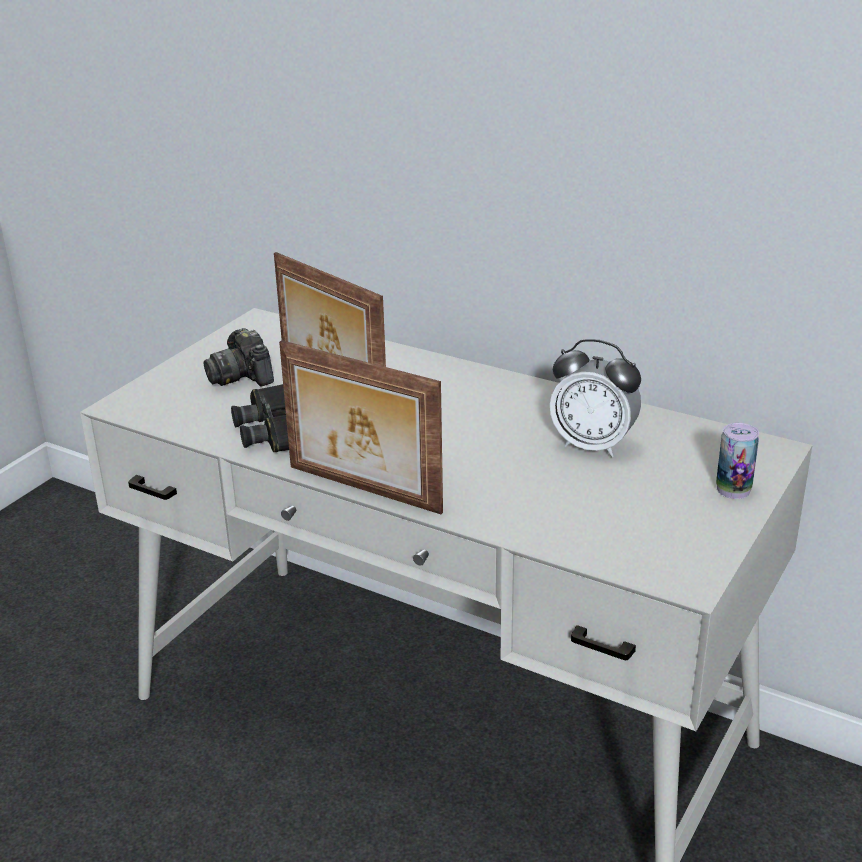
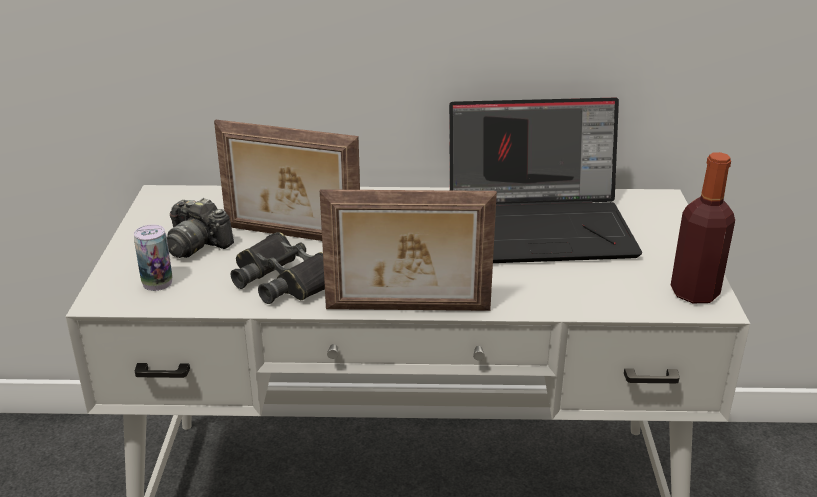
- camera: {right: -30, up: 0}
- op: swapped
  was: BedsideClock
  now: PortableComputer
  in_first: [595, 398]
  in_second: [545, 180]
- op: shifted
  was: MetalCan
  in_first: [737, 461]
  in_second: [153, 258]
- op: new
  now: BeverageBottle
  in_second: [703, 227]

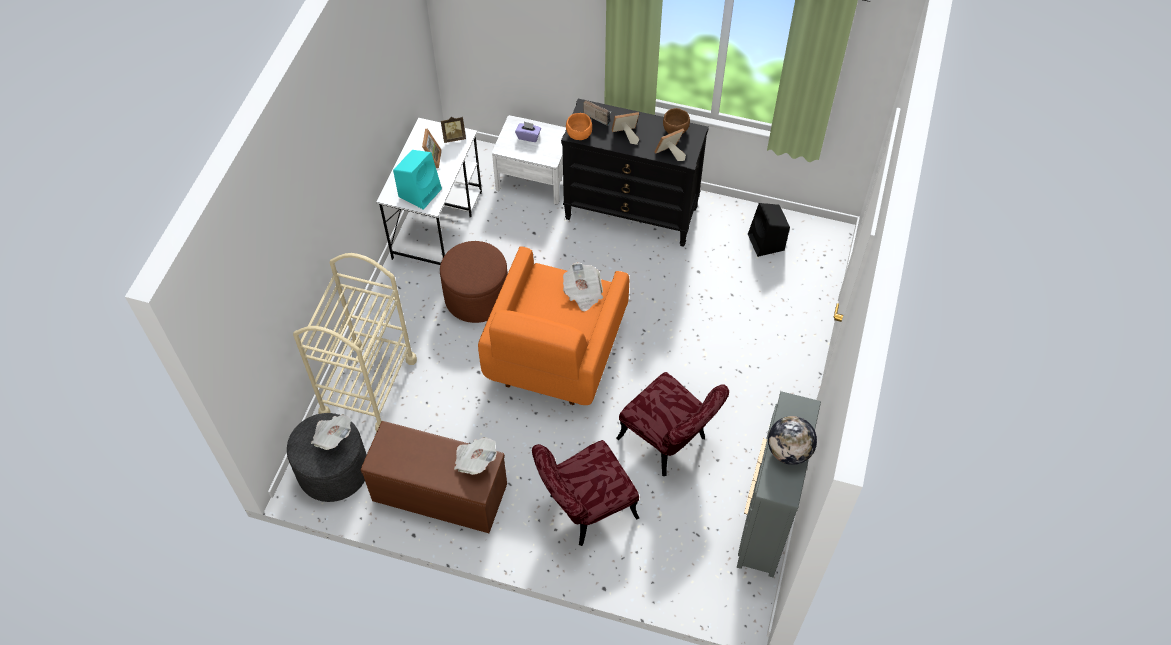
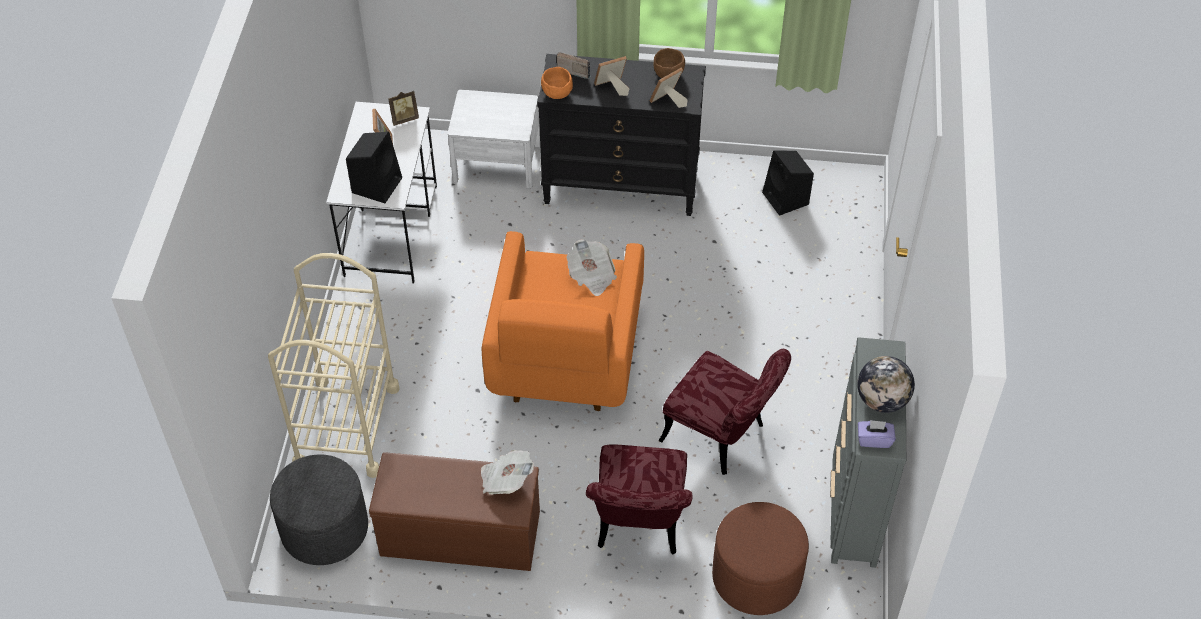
- camera: {right: -10, up: -5}
- op: gone
  was: Newspaper
  in_first: [331, 432]
- op: repainted
  was: BlueGreenLoudspeaker
  now: BlackishLoudspeaker
  in_first: [417, 180]
  in_second: [374, 167]
- op: shifted
  was: BrownOttoman
  in_first: [474, 282]
  in_second: [760, 558]
- op: shifted
  was: PurpleTissueHolder
  in_first: [528, 132]
  in_second: [877, 434]
- op: rotated
  was: RedColouredPlainChair
  in_first: [585, 493]
  in_second: [639, 499]
  clockwise: -45

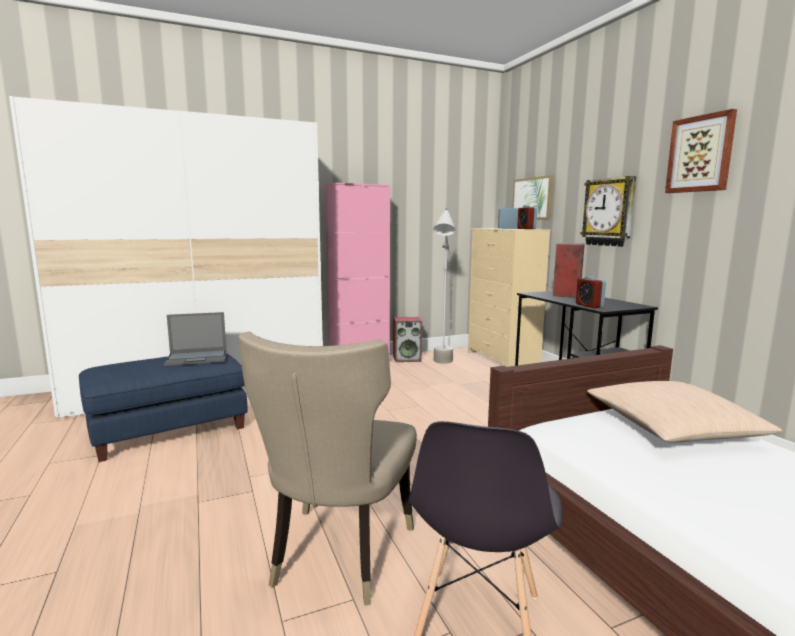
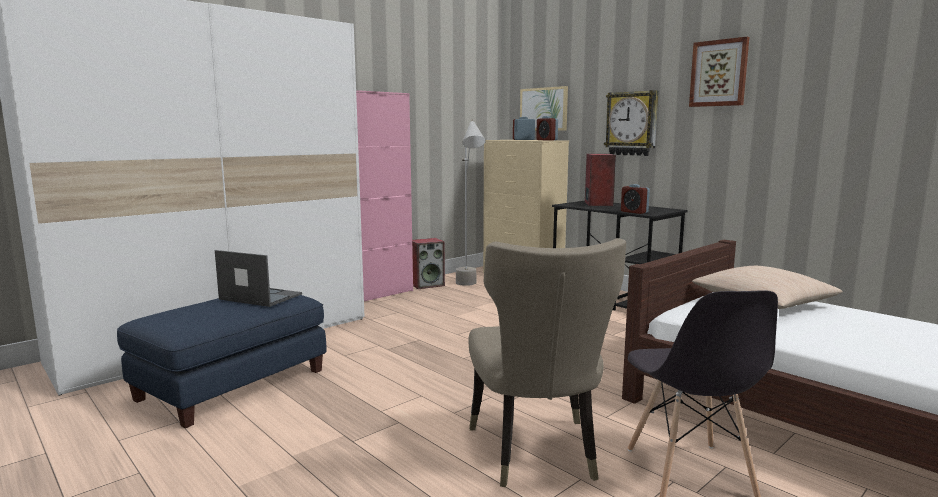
- camera: {right: -20, up: 0}
- op: rotated
  was: PortableComputer
  in_first: [195, 339]
  in_second: [258, 278]
  clockwise: -120

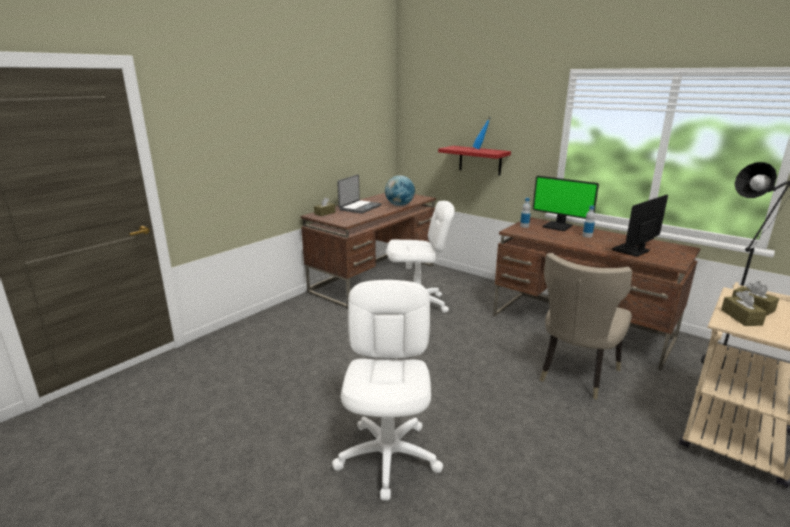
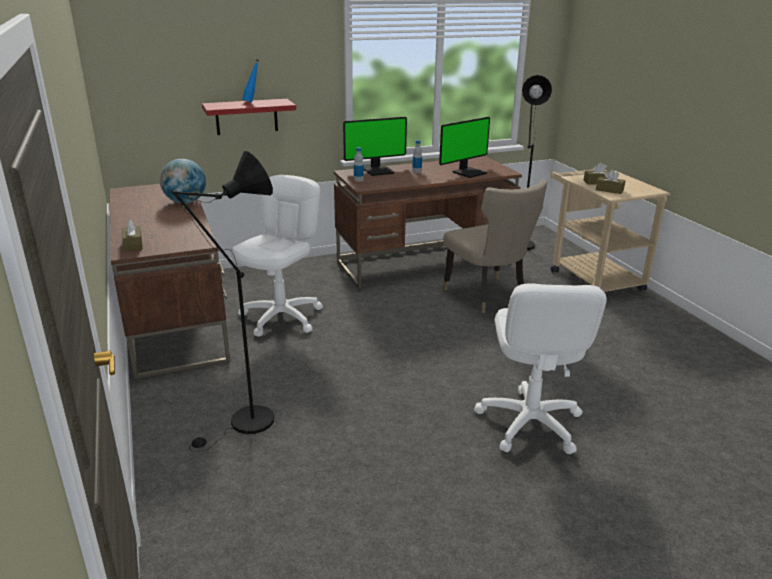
- camera: {right: -60, up: 5}
- op: rotated
  was: WhiteOfficeChair
  in_first: [387, 390]
  in_second: [540, 368]
  clockwise: -120
- op: gone
  was: PortableComputer
  in_first: [359, 194]
- op: rotated
  was: ComputerDisplay
  in_first: [640, 226]
  in_second: [464, 147]
  clockwise: -120
- op: new
  now: BlackishStandingLamp
  in_second: [222, 301]

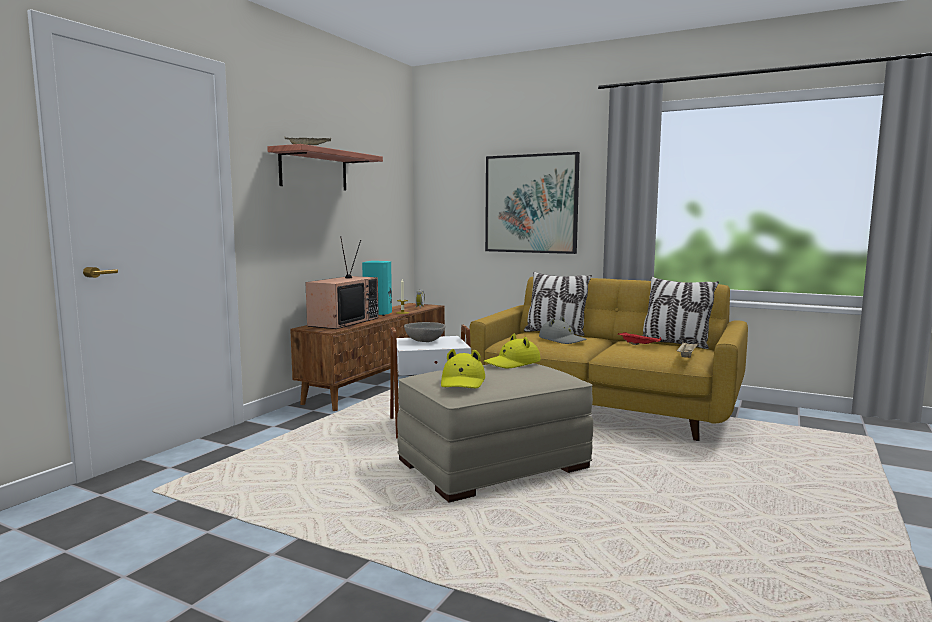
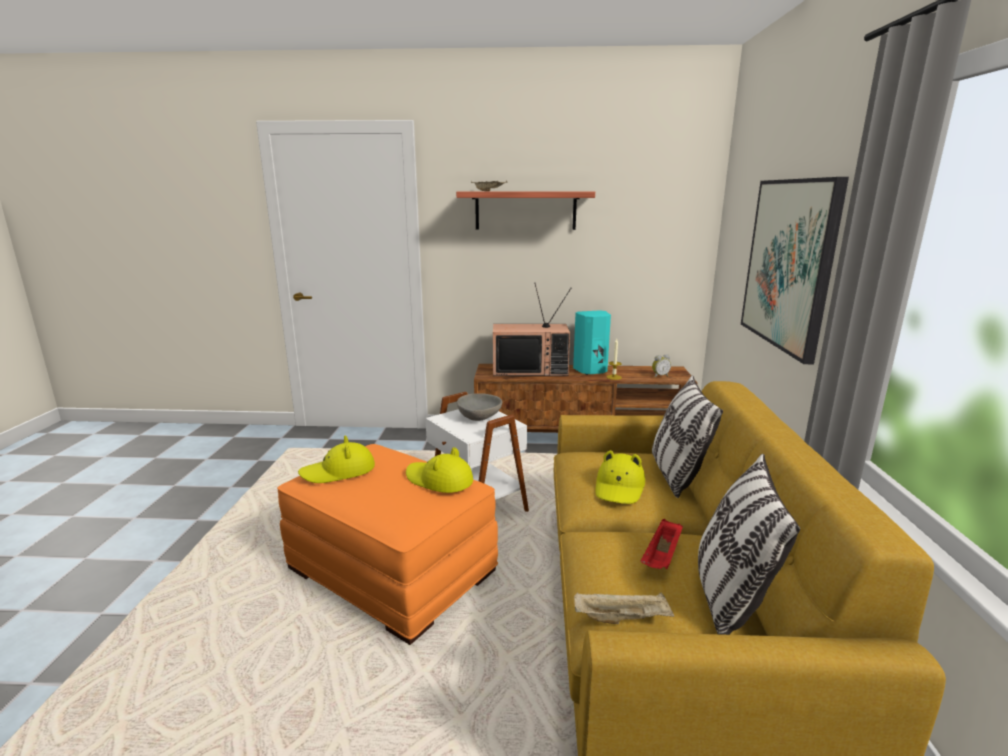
- camera: {right: 65, up: 10}
- op: repainted
  was: SandColouredOttoman
  now: OrangeyOttoman
  in_first: [495, 433]
  in_second: [387, 544]
- op: repainted
  was: GrayHat
  now: YellowHat
  in_first: [563, 330]
  in_second: [620, 477]

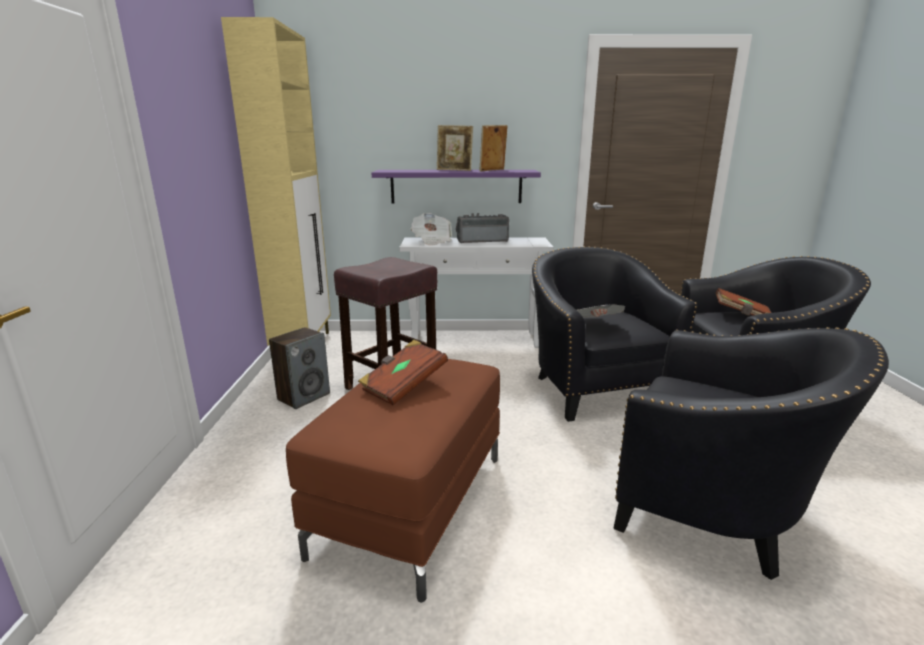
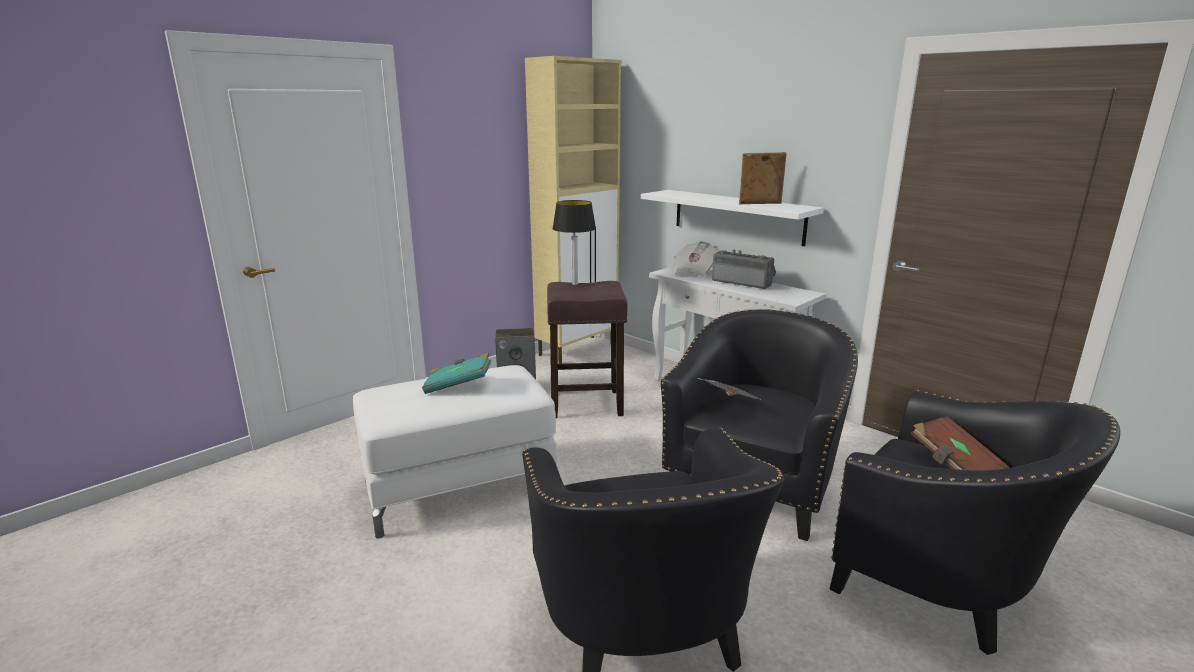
- camera: {right: 45, up: 0}
- op: repainted
  was: BrownOttoman
  now: WhiteOttoman
  in_first: [393, 480]
  in_second: [455, 452]
- op: repainted
  was: BrownBoundBook
  now: BlueGreenBoundBook
  in_first: [403, 373]
  in_second: [456, 373]
- op: repainted
  was: PurpleShelf
  now: WhiteShelf
  in_first: [456, 186]
  in_second: [732, 218]
- op: gone
  was: PictureFrame
  in_first: [455, 148]
- op: new
  now: TableLamp
  in_second: [574, 242]

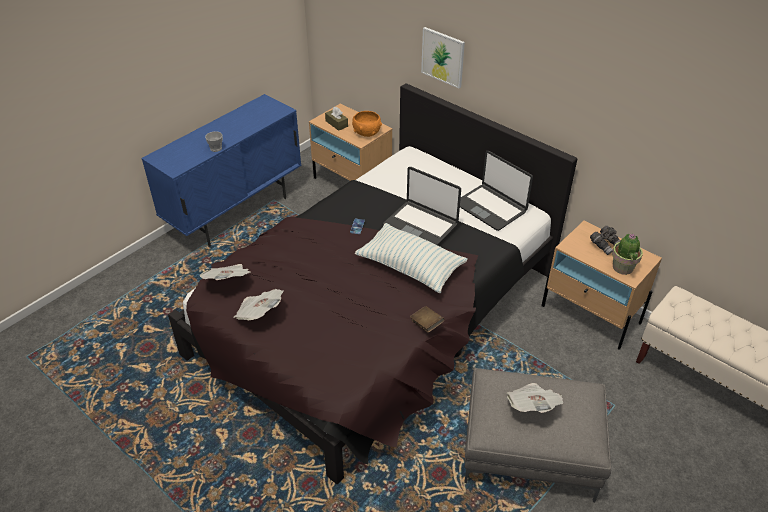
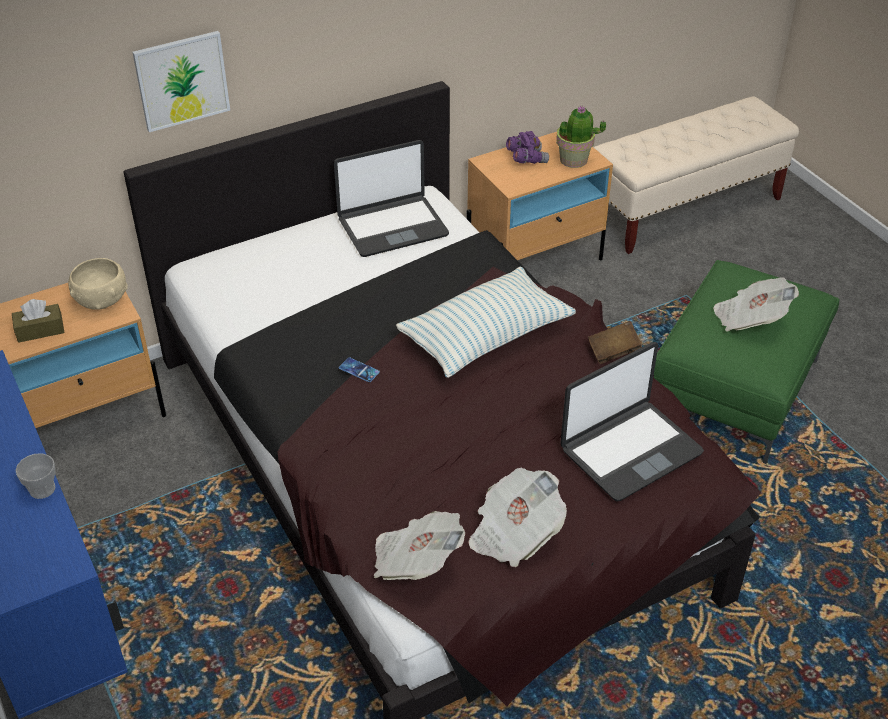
- camera: {right: -70, up: 0}
- op: repainted
  was: OrangeyBowl
  now: SandColouredBowl
  in_first: [367, 124]
  in_second: [98, 284]
- op: shifted
  was: PortableComputer
  in_first: [422, 206]
  in_second: [632, 422]
- op: repainted
  was: GrayOttoman
  now: GreenOttoman
  in_first: [537, 435]
  in_second: [746, 362]
- op: repainted
  was: GrayFieldGlasses
  now: PurpleFieldGlasses
  in_first: [605, 240]
  in_second: [527, 147]

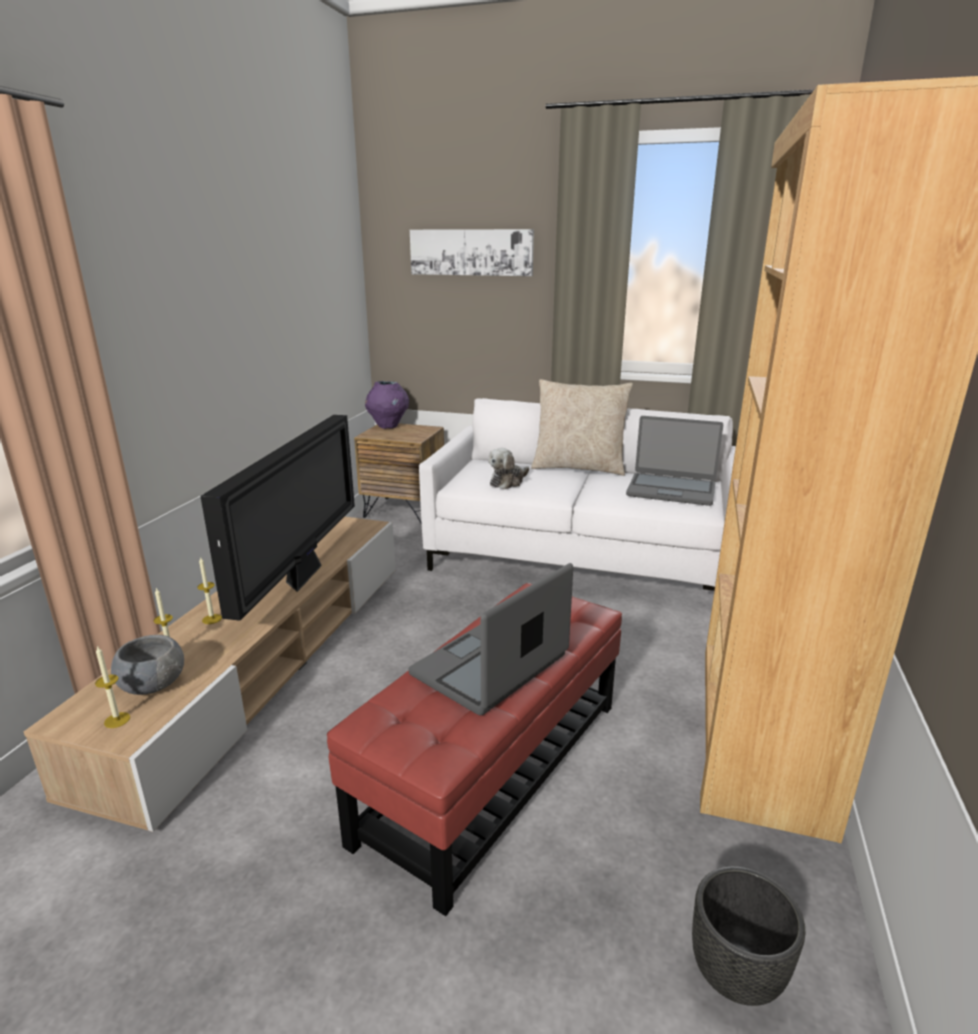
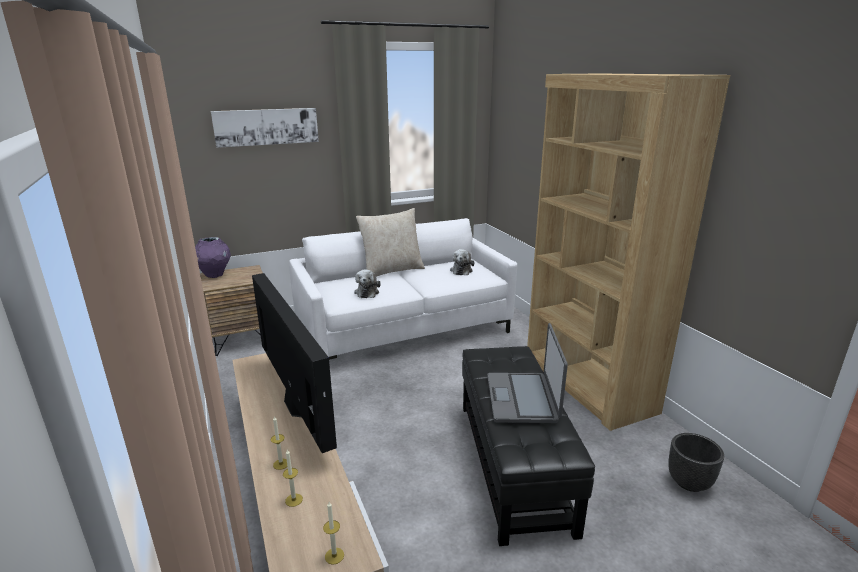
- camera: {right: -40, up: 0}
- op: gone
  was: GrayBowl
  in_first: [147, 665]
- op: repainted
  was: RedColouredOttoman
  now: BlackishOttoman
  in_first: [474, 749]
  in_second: [528, 446]
- op: swapped
  was: PortableComputer
  now: SoftToy
  in_first: [674, 461]
  in_second: [462, 262]

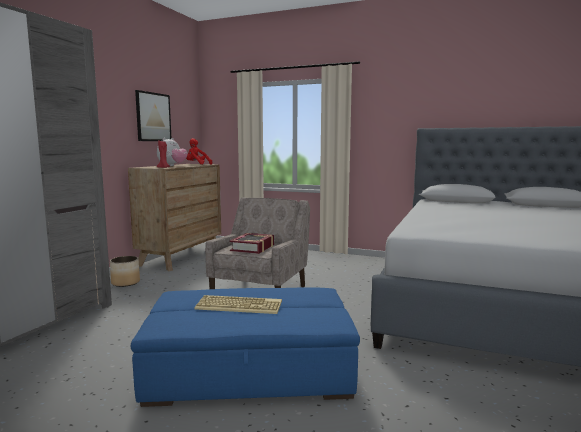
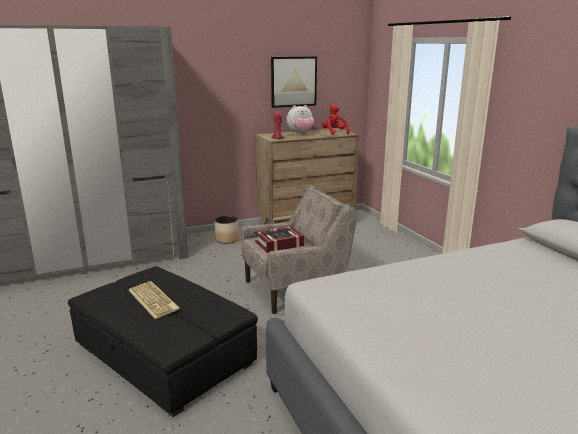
- camera: {right: 45, up: 10}
- op: repainted
  was: BluishOttoman
  now: BlackishOttoman
  in_first: [245, 347]
  in_second: [163, 341]

